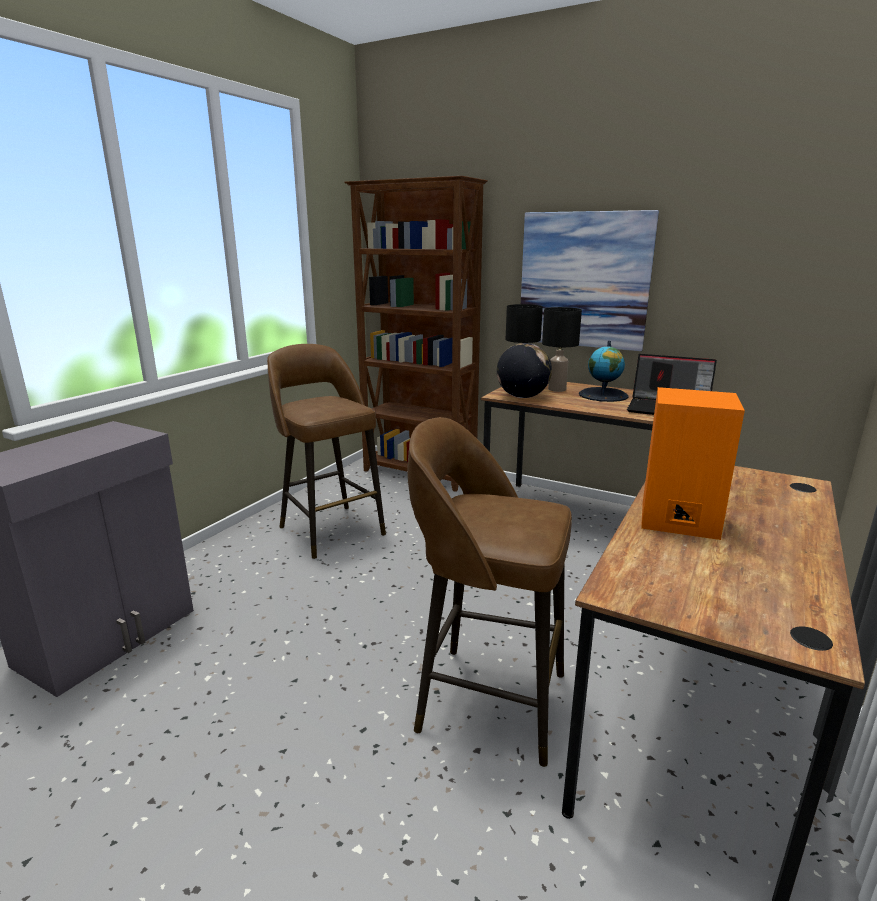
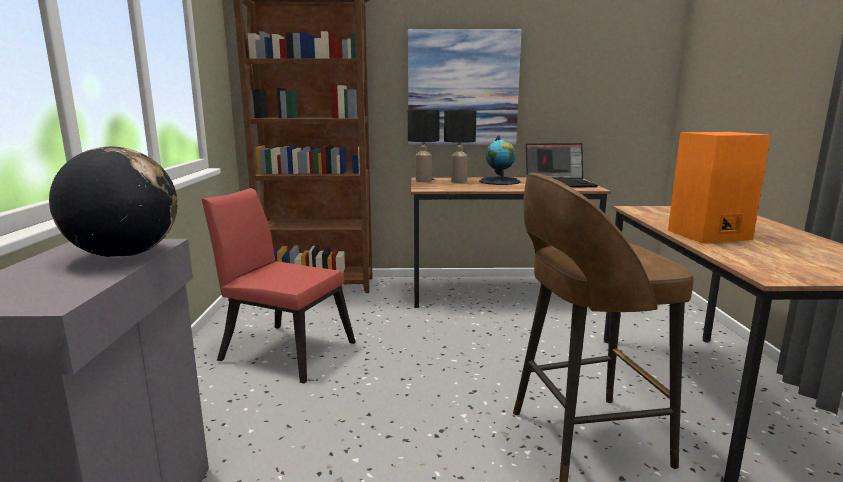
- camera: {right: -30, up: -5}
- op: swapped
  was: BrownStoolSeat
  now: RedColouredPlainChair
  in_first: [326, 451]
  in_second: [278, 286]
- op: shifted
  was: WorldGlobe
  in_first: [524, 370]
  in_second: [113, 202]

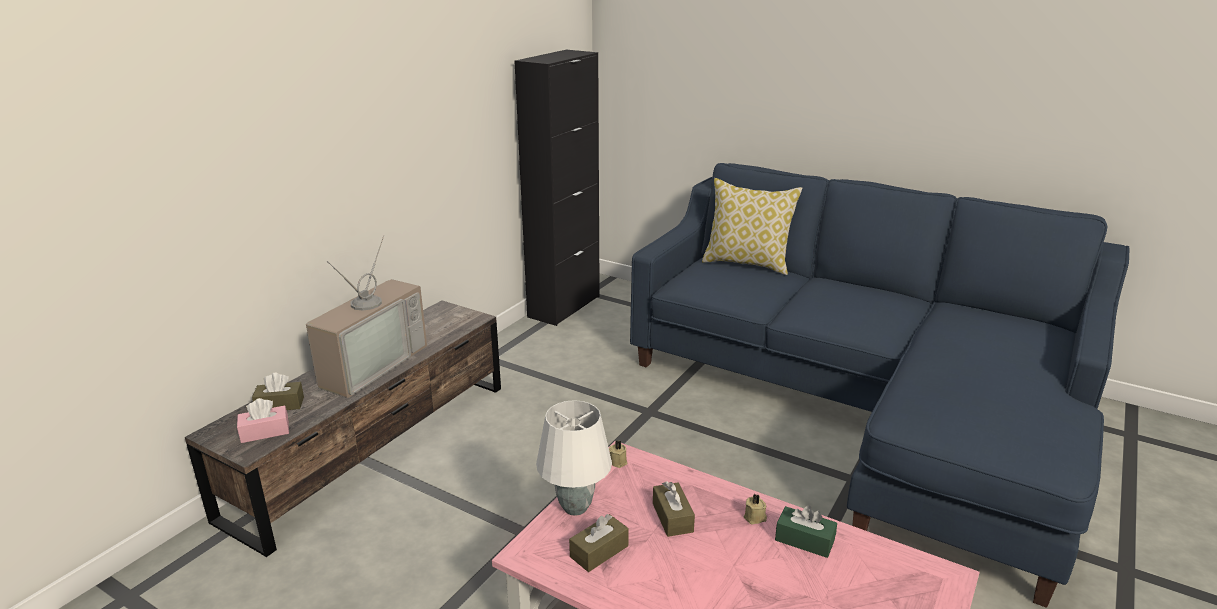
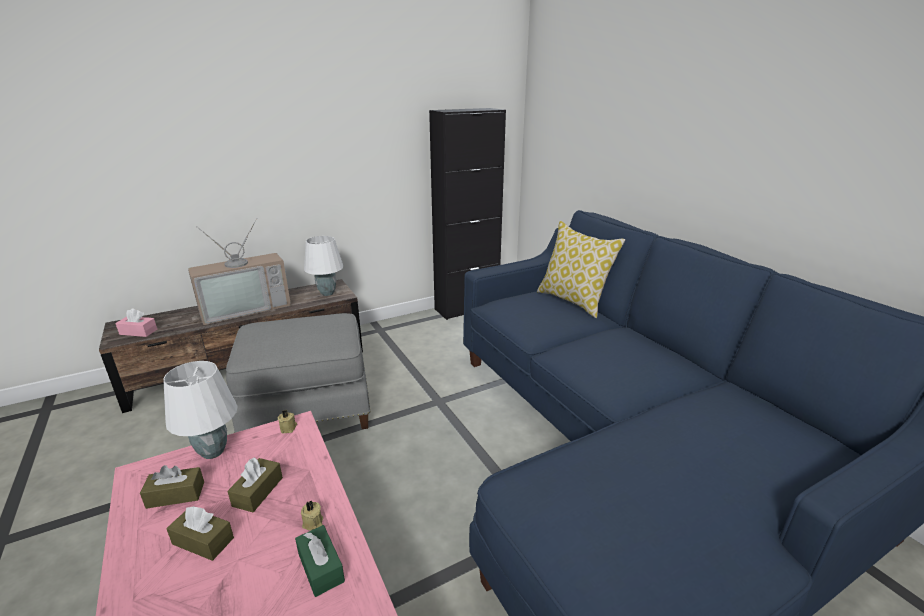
- camera: {right: 30, up: 0}
- op: shifted
  was: BrownTissueHolder
  in_first: [278, 391]
  in_second: [200, 533]
- op: new
  now: GrayOttoman
  in_second: [298, 373]
- op: new
  now: WhiteTableLamp
  in_second: [323, 266]

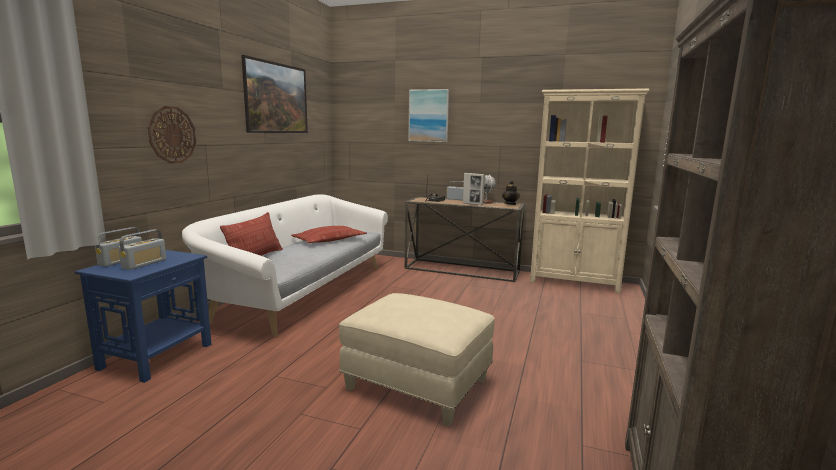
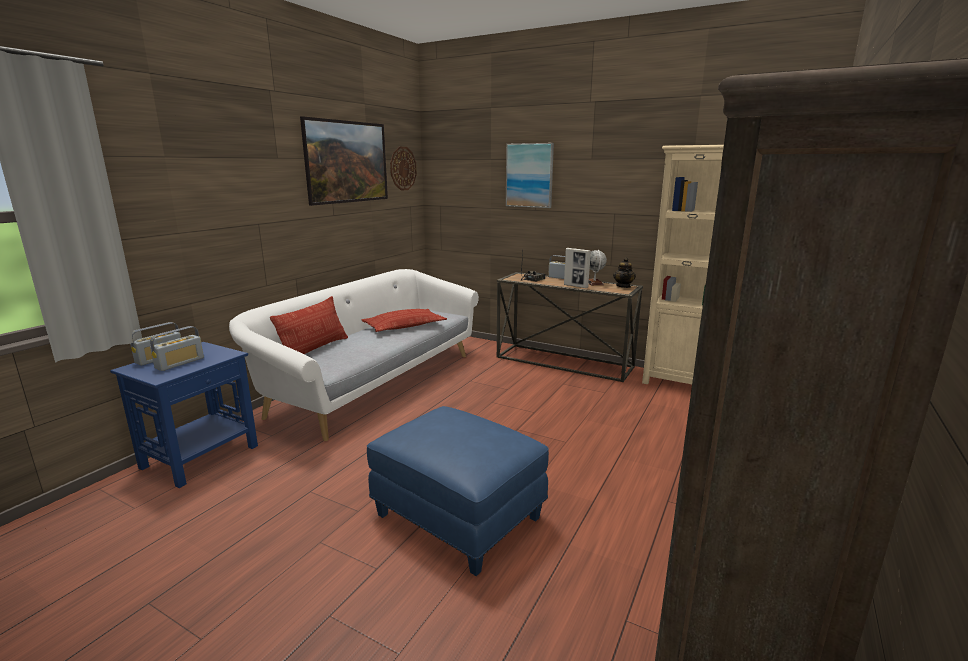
- camera: {right: 10, up: 5}
- op: shifted
  was: WallClock
  in_first: [172, 135]
  in_second: [403, 169]
- op: repainted
  was: SandColouredOttoman
  now: BluishOttoman
  in_first: [417, 359]
  in_second: [458, 491]

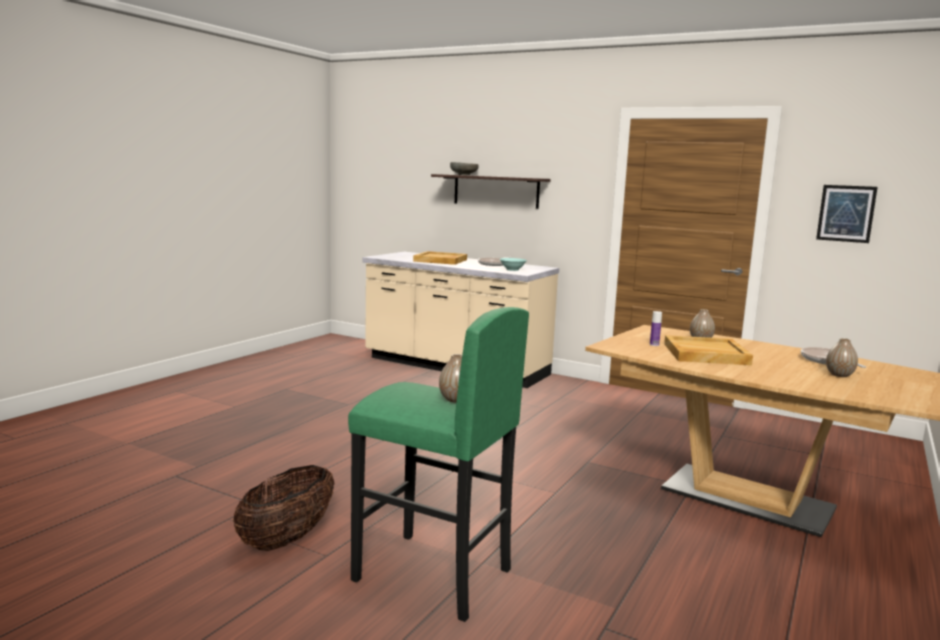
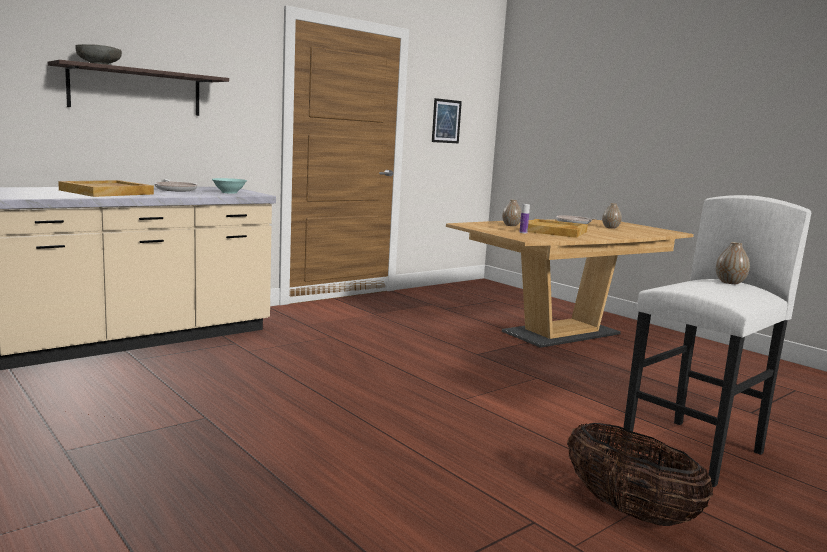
- camera: {right: -70, up: 0}
- op: repainted
  was: GreenStoolSeat
  now: WhiteStoolSeat
  in_first: [438, 464]
  in_second: [716, 341]

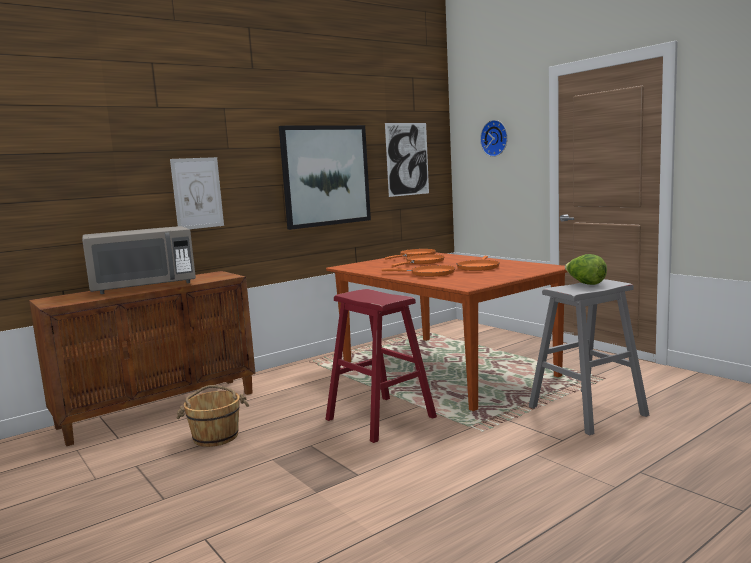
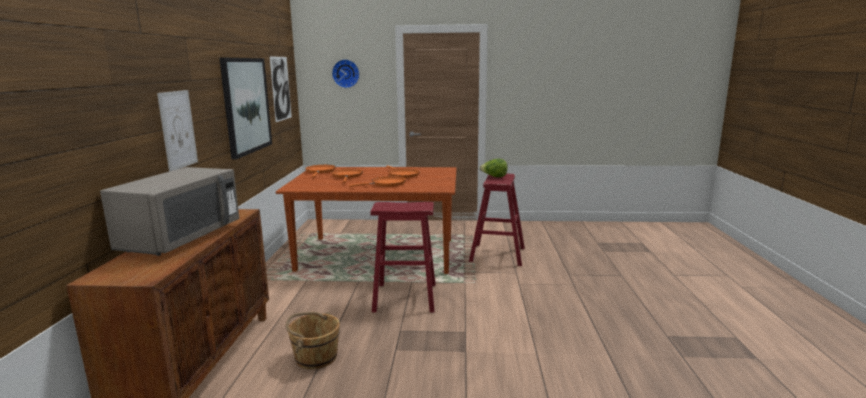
- camera: {right: -50, up: 5}
- op: repainted
  was: GrayStoolSeat
  now: RedColouredStoolSeat
  in_first: [589, 357]
  in_second: [497, 220]

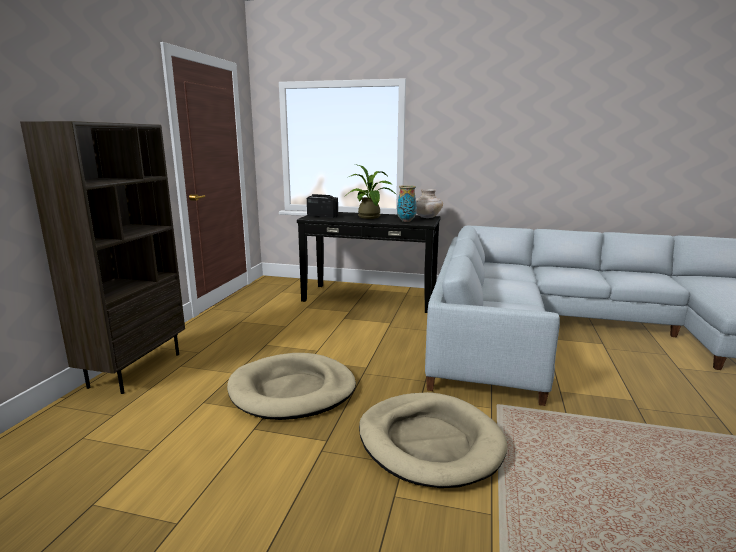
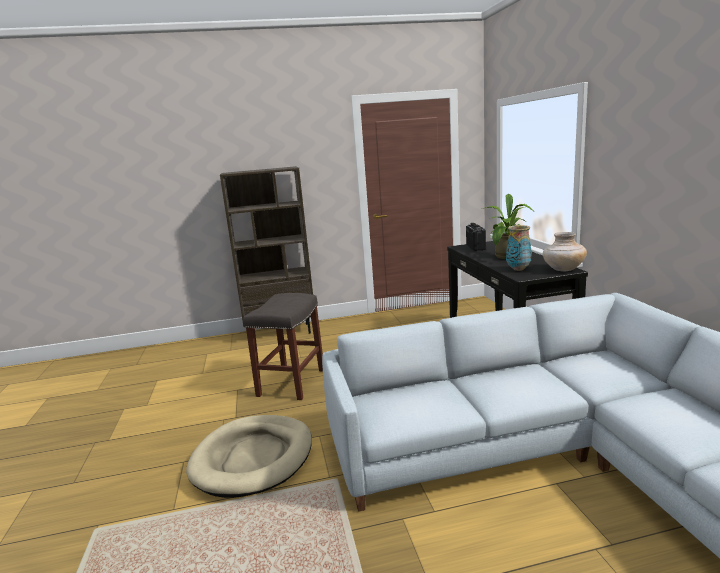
- camera: {right: 65, up: 0}
- op: swapped
  was: SandColouredDogCushion
  now: GrayStoolSeat
  in_first: [291, 386]
  in_second: [283, 346]

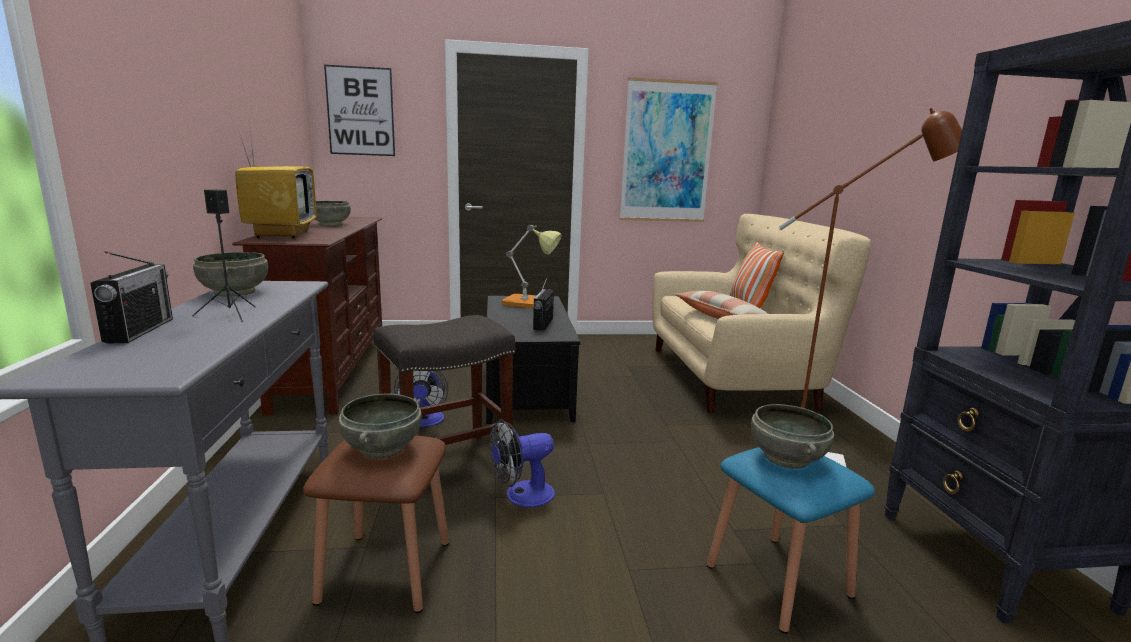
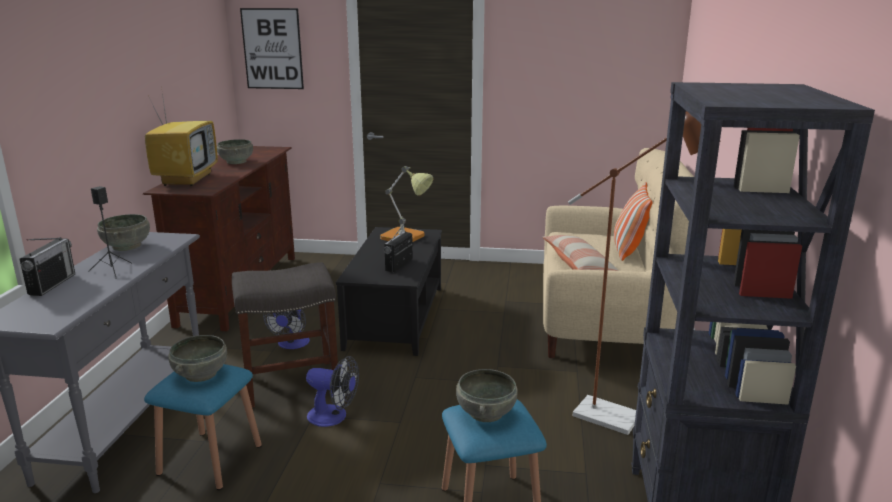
- camera: {right: 15, up: 5}
- op: repainted
  was: BrownStoolSeat
  now: BluishStoolSeat
  in_first: [376, 524]
  in_second: [203, 427]
- op: rotated
  was: Fan
  in_first: [522, 463]
  in_second: [332, 391]
  clockwise: -150
- op: gone
  was: Picture
  in_first: [669, 149]

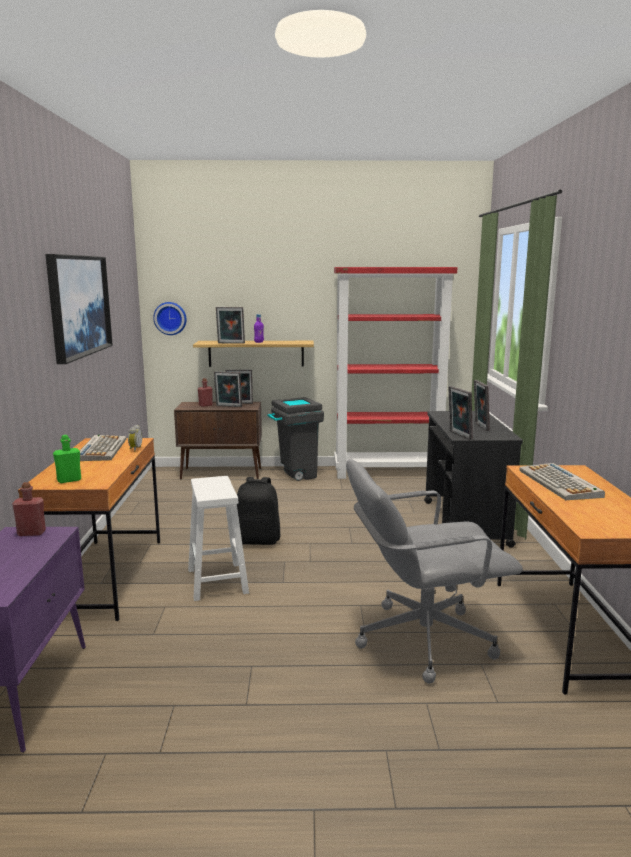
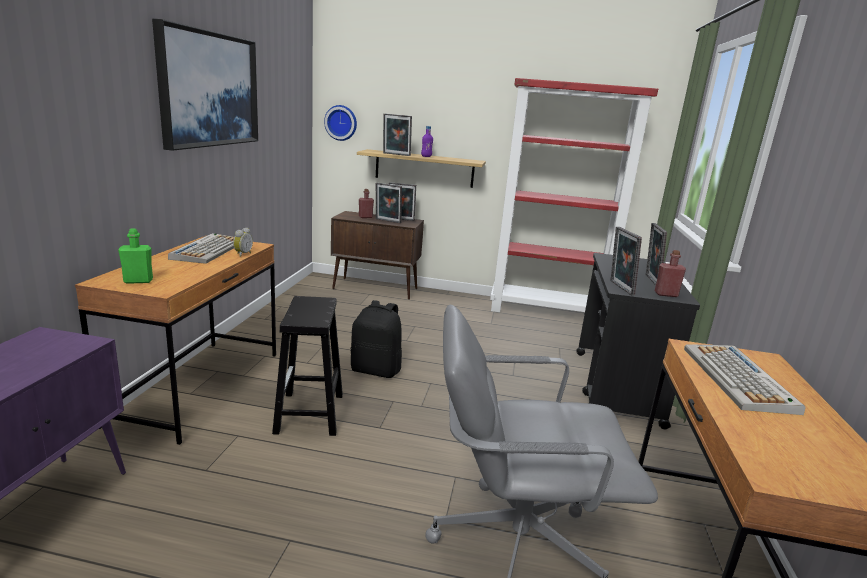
- camera: {right: 10, up: 5}
- op: shifted
  was: RedColouredBeverageBottle
  in_first: [29, 509]
  in_second: [670, 273]
- op: repainted
  was: WhiteStoolSeat
  now: BlackishStoolSeat
  in_first: [218, 538]
  in_second: [307, 366]
- op: gone
  was: GrayWasteBin
  in_first: [295, 439]

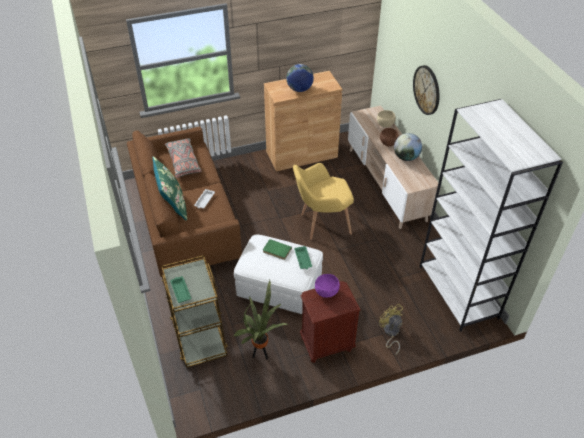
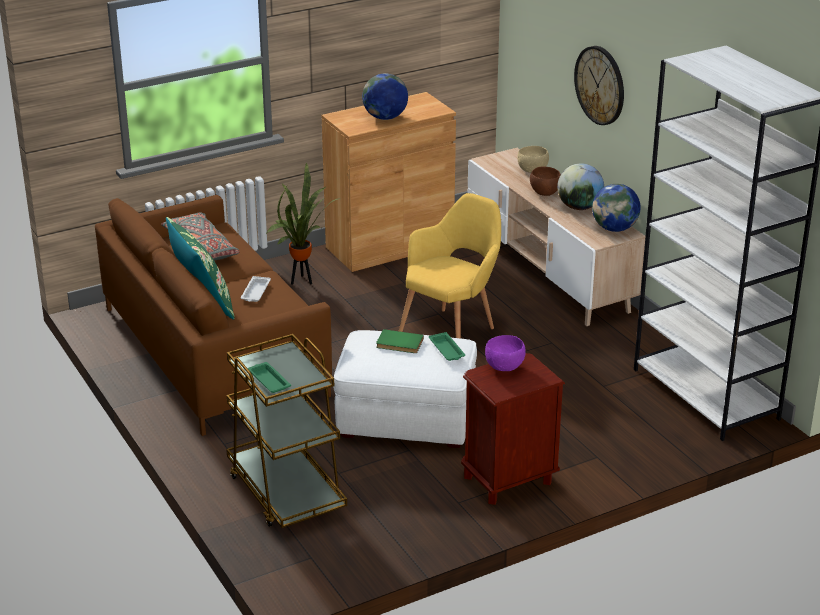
- camera: {right: -10, up: -15}
- op: shifted
  was: PottedPlant
  in_first: [261, 320]
  in_second: [303, 224]
- op: rotated
  was: YellowArmchair
  in_first: [323, 201]
  in_second: [450, 265]
  clockwise: 150
- op: gone
  was: YellowFan
  in_first: [391, 329]
- op: new
  now: WorldGlobe
  in_second: [616, 208]

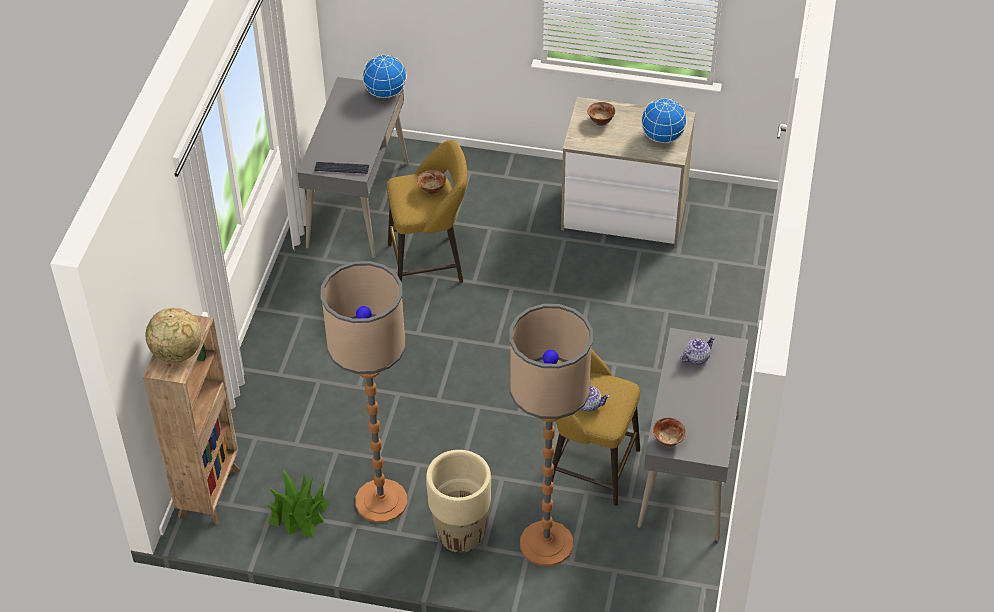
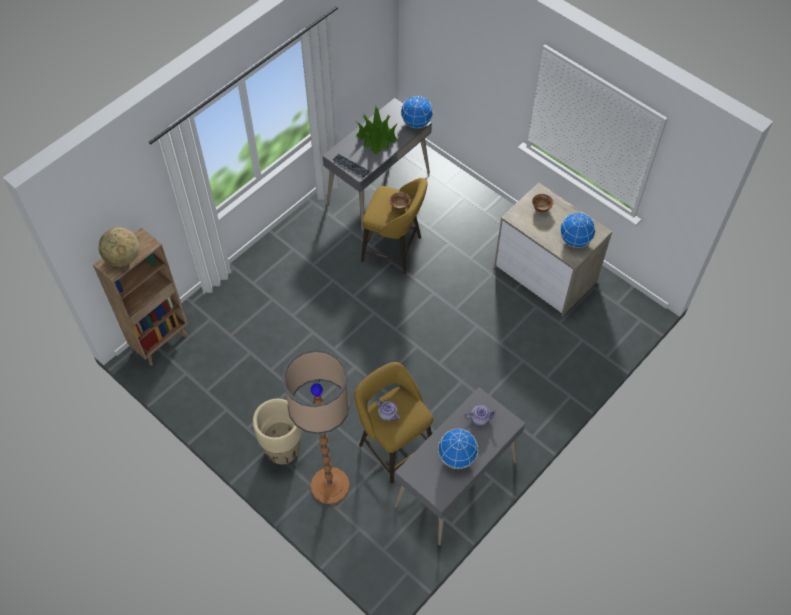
- camera: {right: 30, up: 10}
- op: shifted
  was: PottedPlant
  in_first: [297, 503]
  in_second: [377, 130]
- op: gone
  was: StandingLamp
  in_first: [364, 392]
- op: gone
  was: Bowl
  in_first: [669, 432]
- op: new
  now: WorldGlobe
  in_second: [458, 449]

